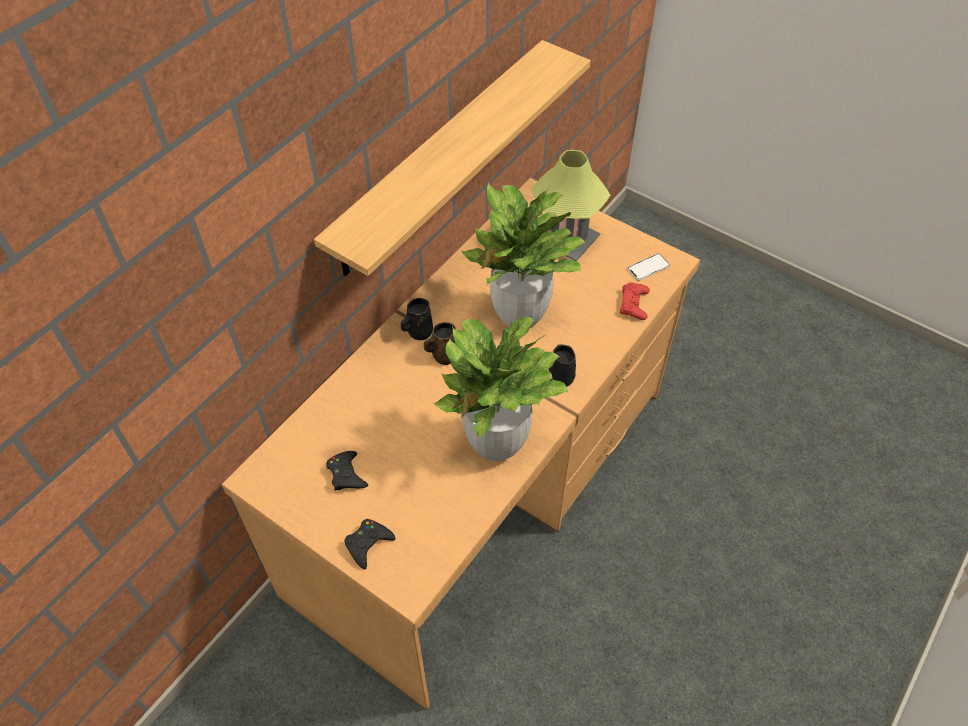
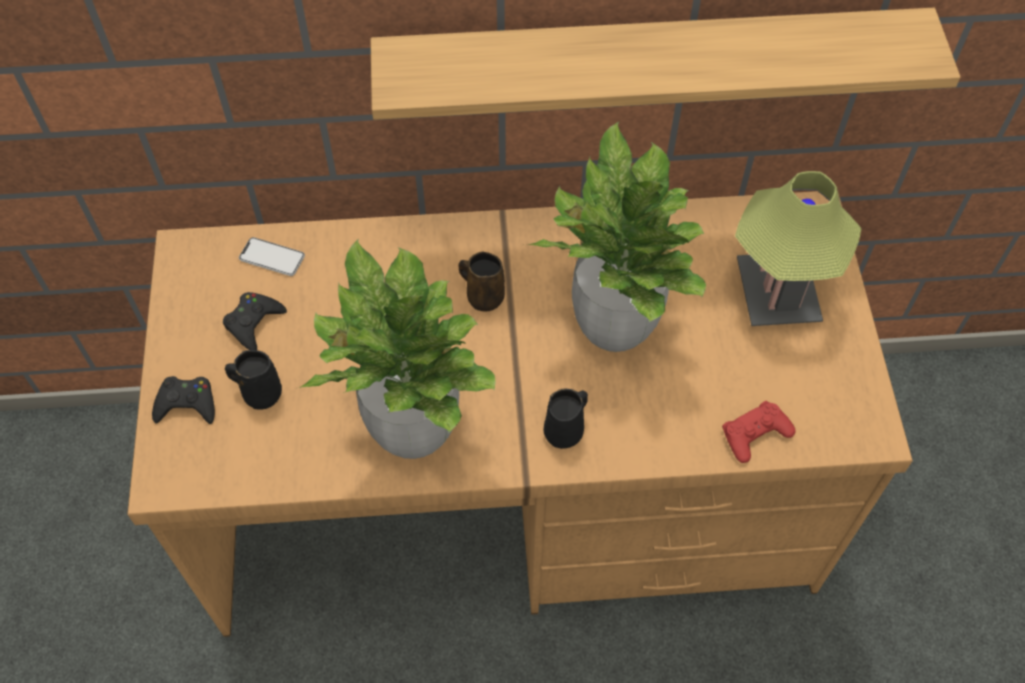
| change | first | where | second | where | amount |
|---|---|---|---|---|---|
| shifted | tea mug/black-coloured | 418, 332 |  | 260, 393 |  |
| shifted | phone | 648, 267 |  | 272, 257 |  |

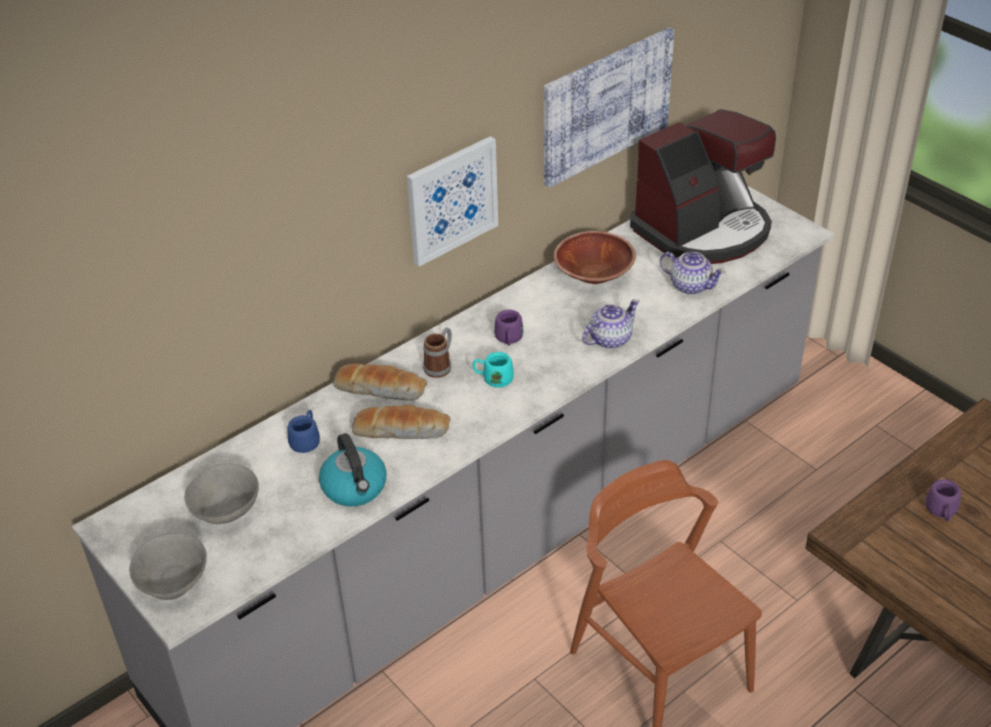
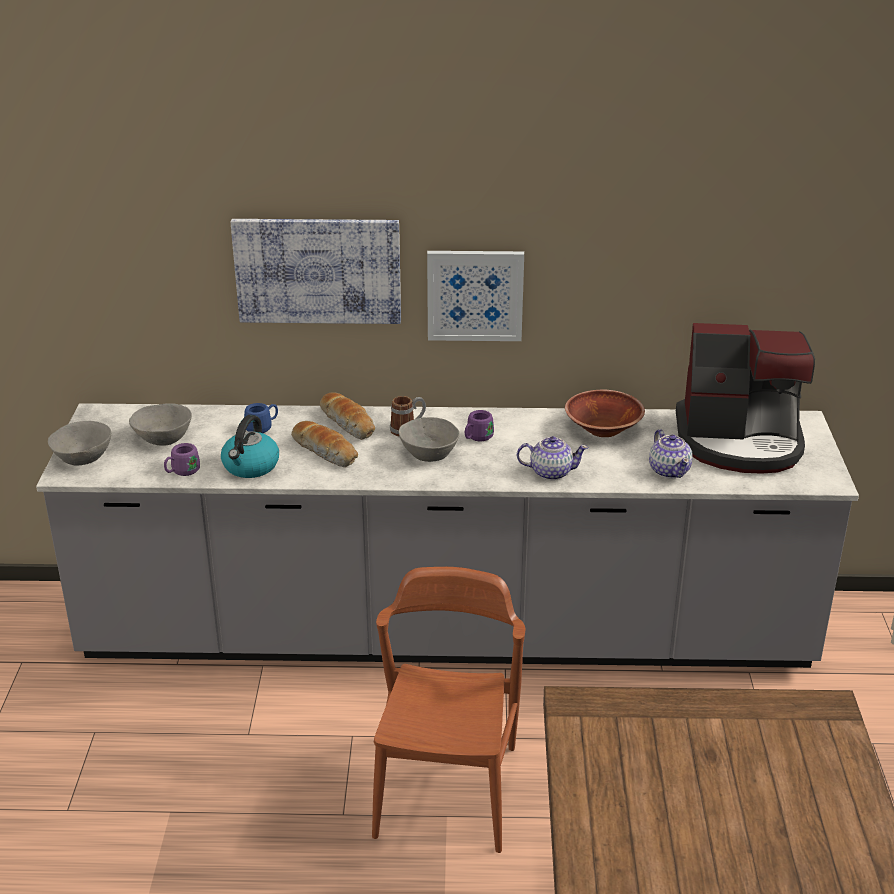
| change | first | where | second | where | amount |
|---|---|---|---|---|---|
| shifted | tea mug/purplish | 941, 512 |  | 182, 472 |  |
| shifted | wall art | 606, 105 |  | 318, 270 |  |
| swapped | tea mug/turquoise | 493, 379 | serving bowl/greyish | 430, 454 |  |

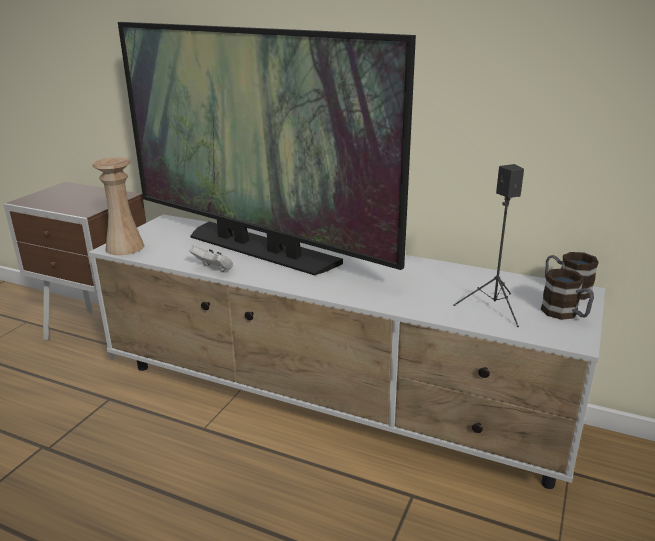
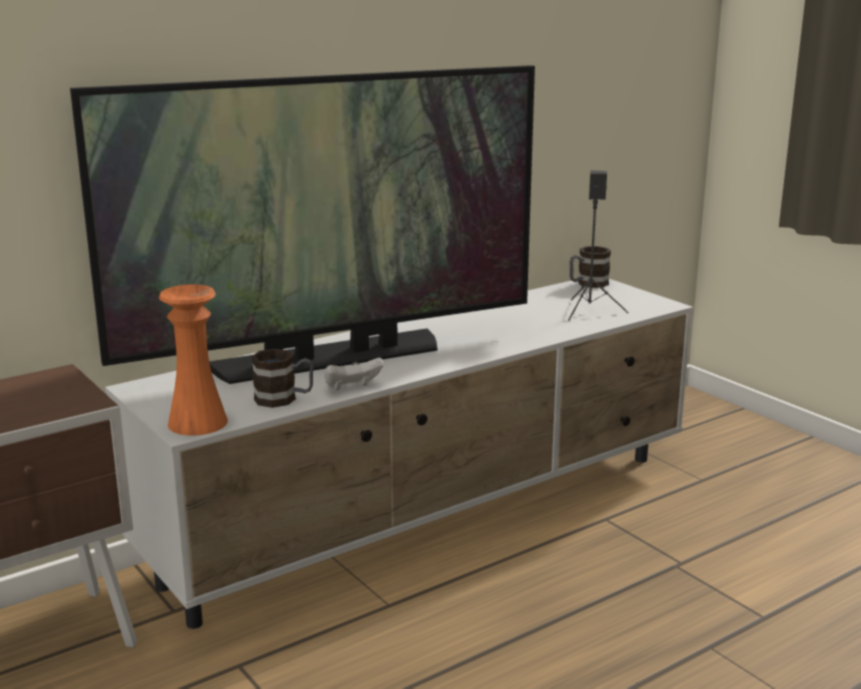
| change | first | where | second | where | amount |
|---|---|---|---|---|---|
| repainted | decorative vase/beige-coloured | 125, 247 | decorative vase/orange | 197, 423 |  |
| shifted | tea mug | 565, 314 |  | 284, 399 |  |

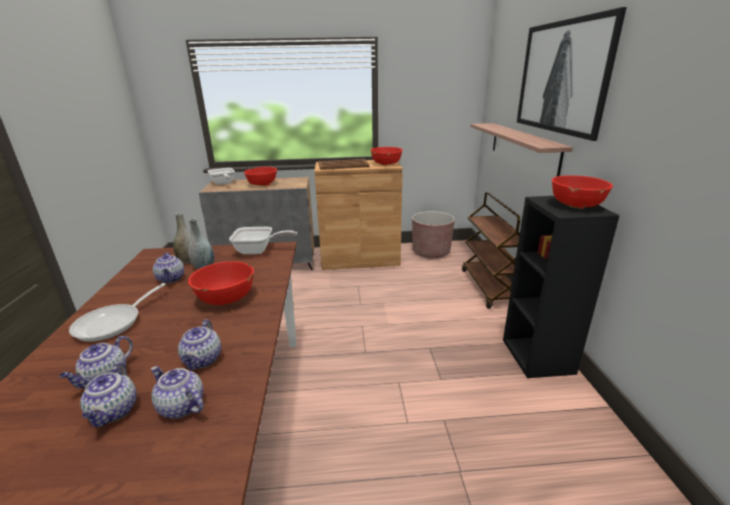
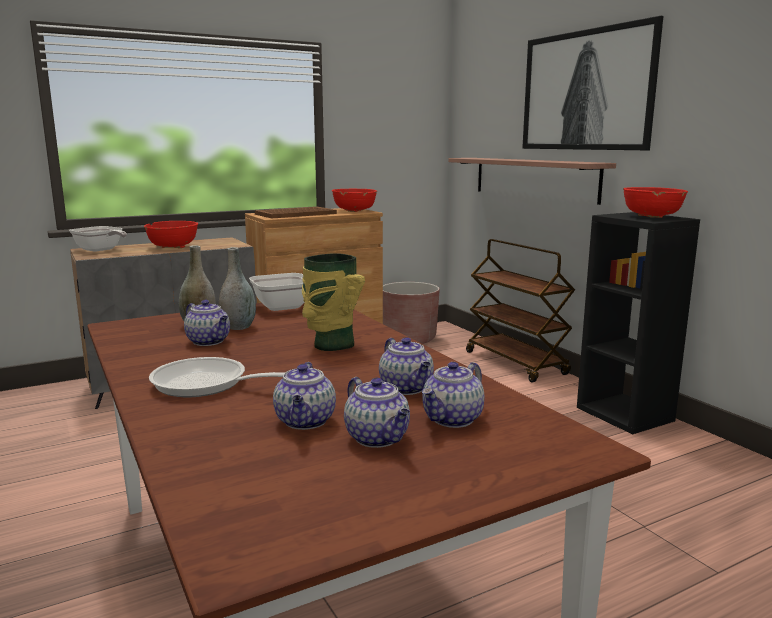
| change | first | where | second | where | amount |
|---|---|---|---|---|---|
| rotated | frying pan | 113, 323 |  | 207, 384 | 105 degrees clockwise |
| swapped | serving bowl/red | 226, 298 | decorative vase | 331, 345 |  |
| rotated | tea pot | 181, 406 |  | 453, 419 | 60 degrees counterclockwise |

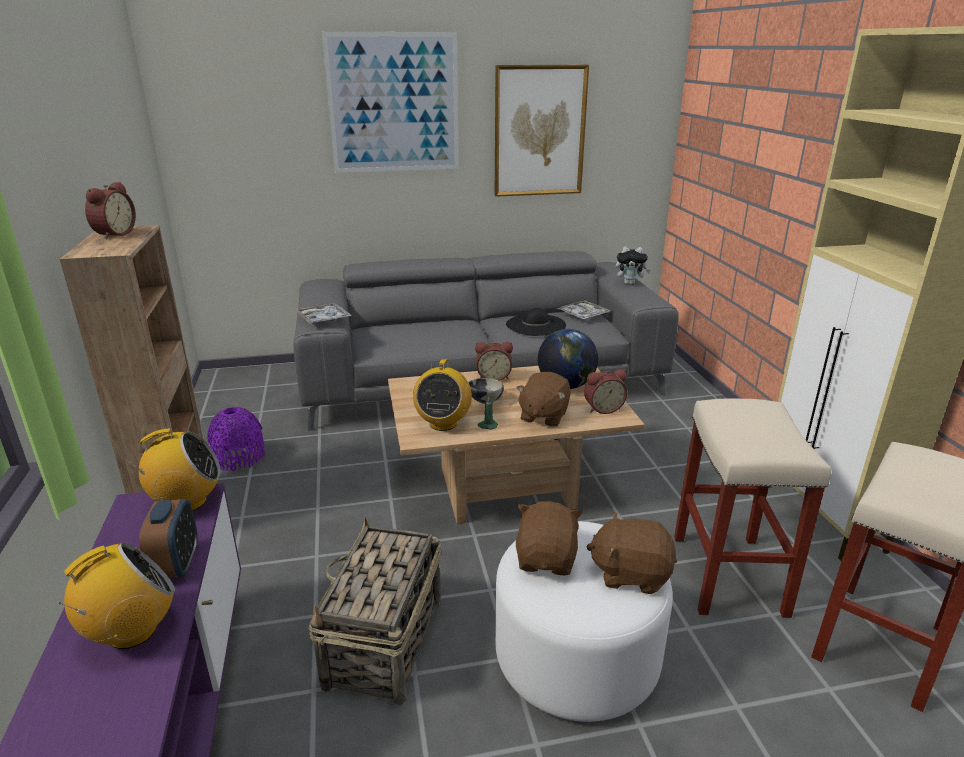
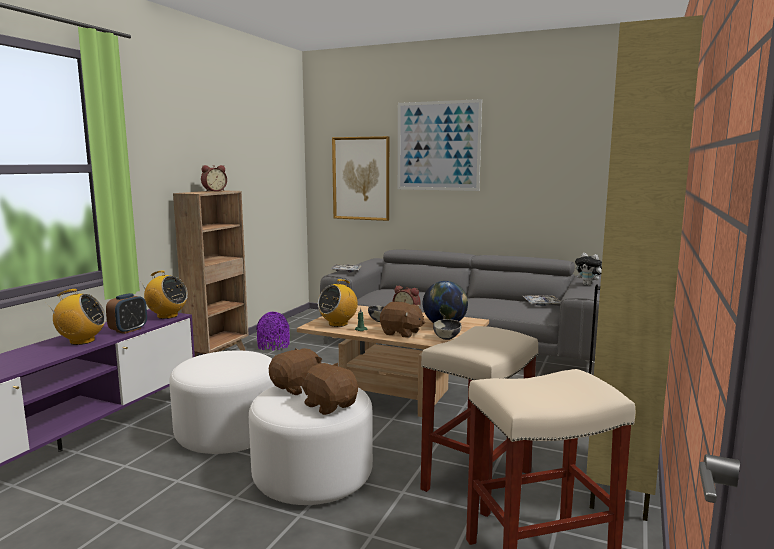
| change | first | where | second | where | amount |
|---|---|---|---|---|---|
| swapped | storage basket | 384, 643 | ottoman/white | 228, 432 |  |
| shifted | wall art | 539, 131 |  | 361, 178 |  |
| rotated | cuddly toy/brown-coloured | 543, 416 |  | 401, 333 | 120 degrees counterclockwise |
| swapped | table clock | 602, 408 | serving bowl | 447, 338 |  |
| gone | wearable hat/black-coloured | 535, 325 |  |  |  |

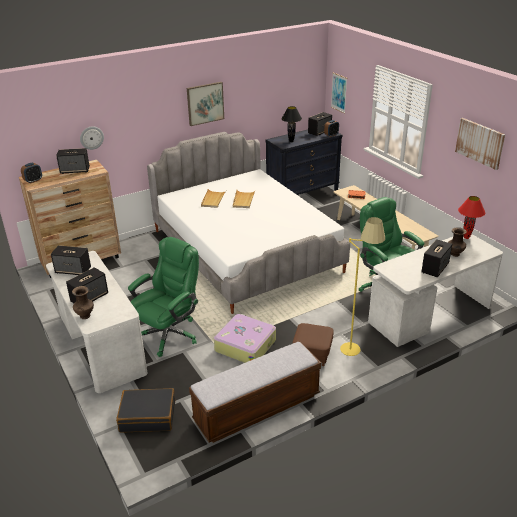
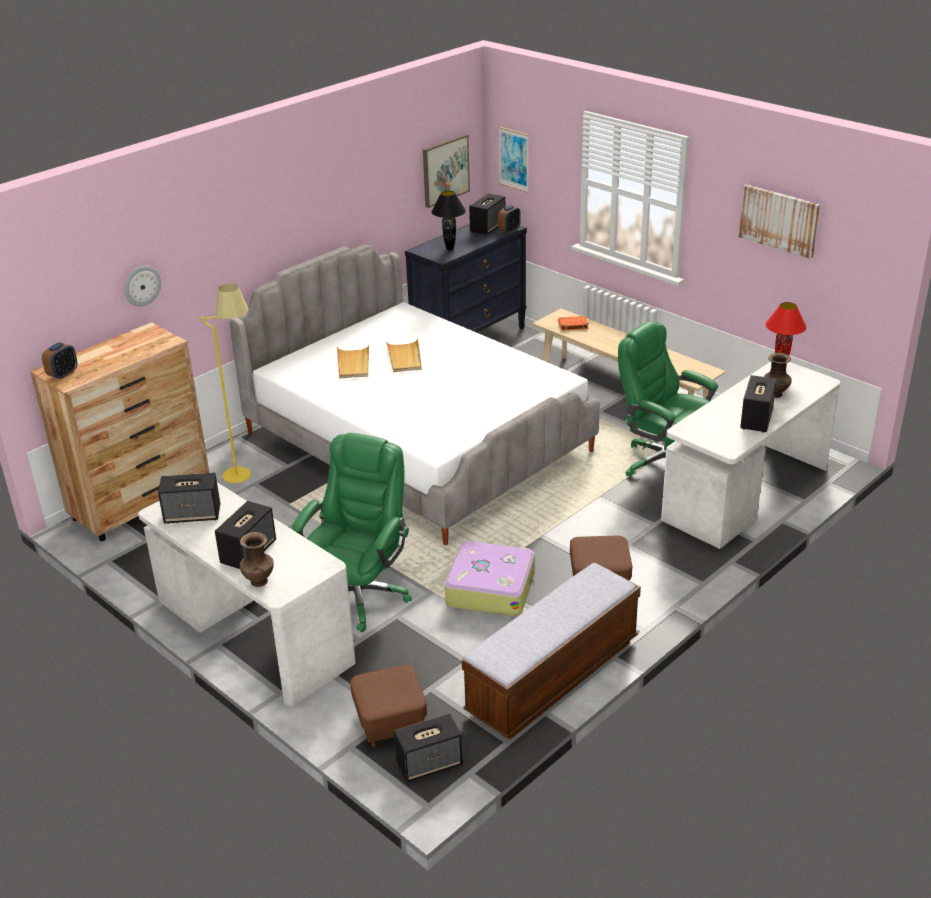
| change | first | where | second | where | amount |
|---|---|---|---|---|---|
| shifted | floor lamp/yellow | 356, 345 |  | 245, 468 |  |
| swapped | suitcase/black-coloured | 148, 416 | ottoman/brown-coloured | 390, 723 |  |
| shifted | speaker | 75, 170 |  | 430, 763 |  |
| shifted | wall art | 205, 103 |  | 445, 170 |  |

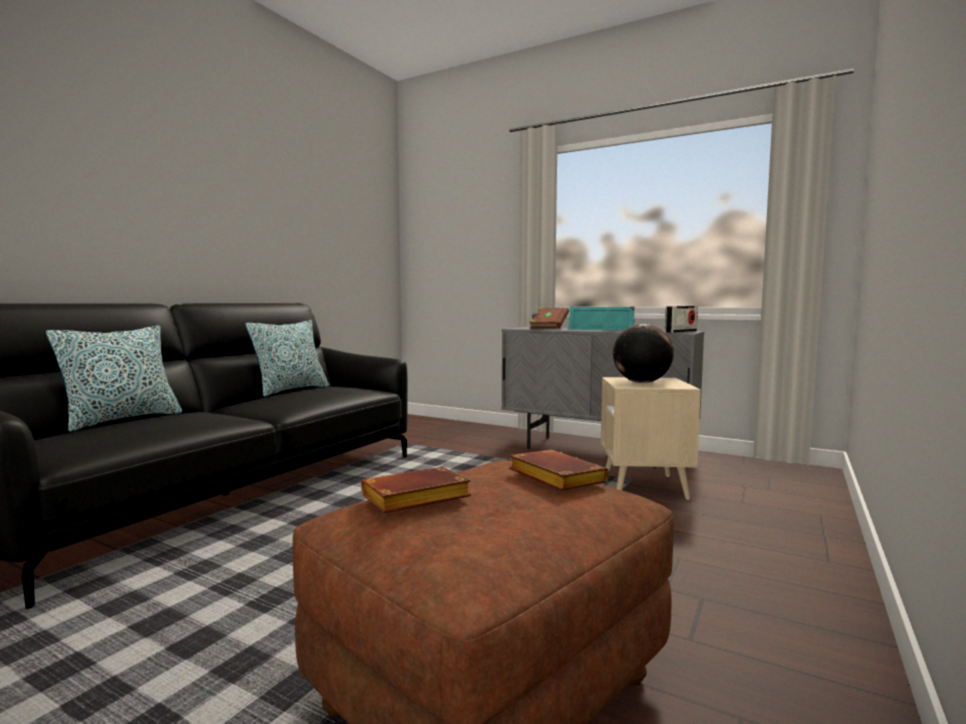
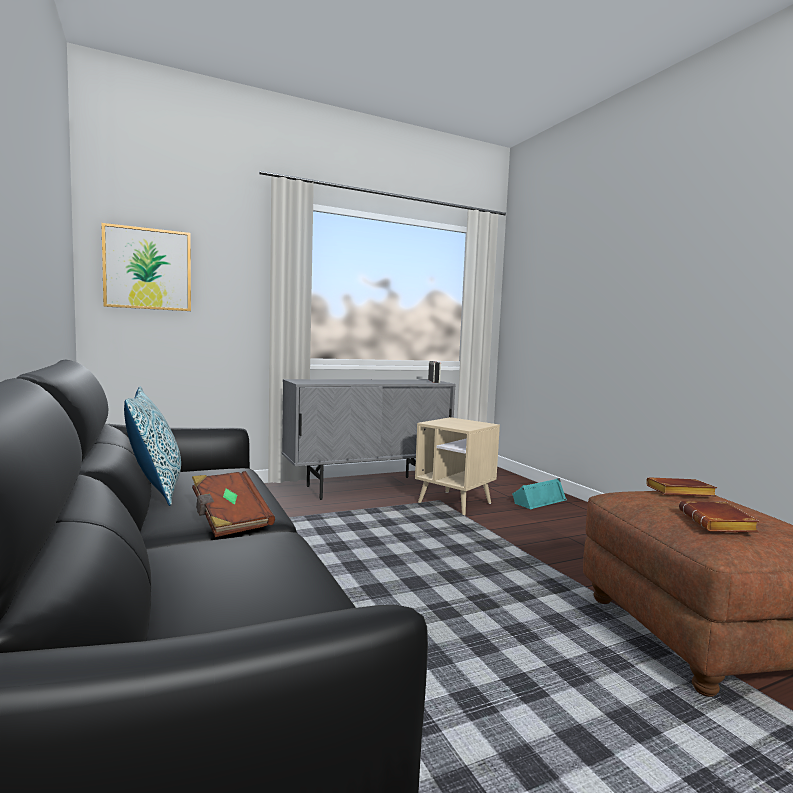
| change | first | where | second | where | amount |
|---|---|---|---|---|---|
| new |  |  | wall art | 148, 269 |  |
| shifted | volume/brown-coloured | 548, 328 |  | 229, 520 |  |
| shifted | speaker/turquoise | 601, 329 |  | 538, 501 |  |
| gone | throw pillow | 122, 420 |  |  |  |
| gone | desk globe | 641, 382 |  |  |  |

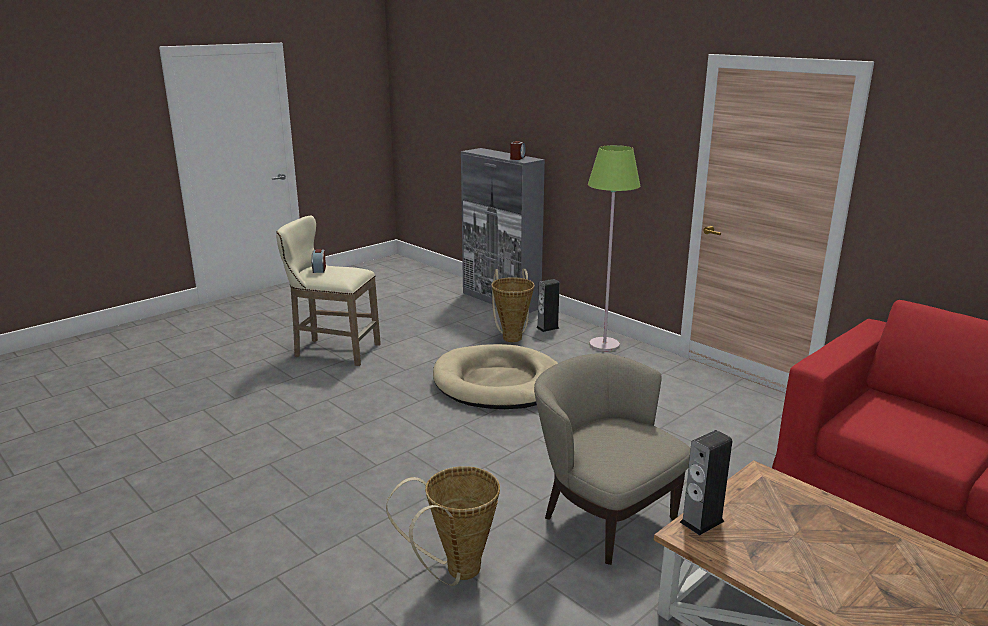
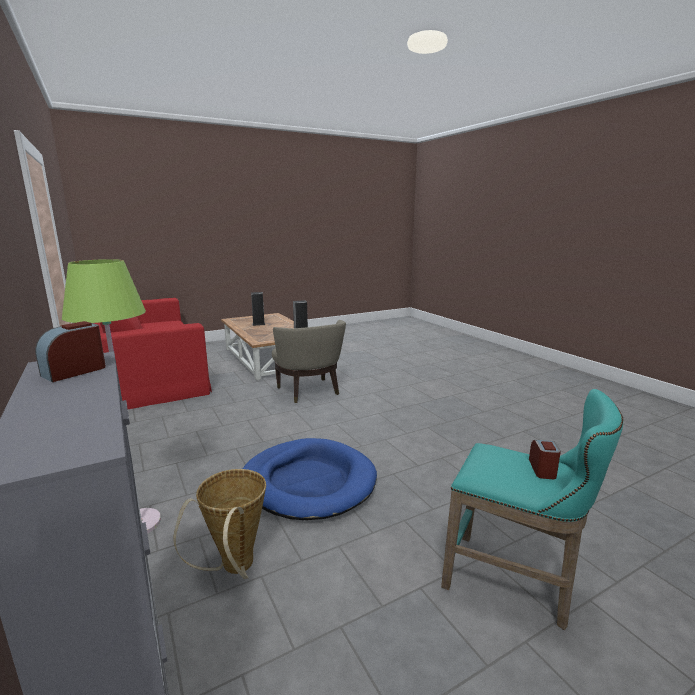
| change | first | where | second | where | amount |
|---|---|---|---|---|---|
| repainted | dog cushion/beige-coloured | 499, 383 | dog cushion/blue-coloured | 308, 482 |  |
| shifted | speaker | 547, 328 |  | 258, 324 |  |
| repainted | stool seat/beige-coloured | 332, 351 | stool seat/turquoise | 515, 584 |  |
| gone | storage basket | 455, 572 |  |  |  |

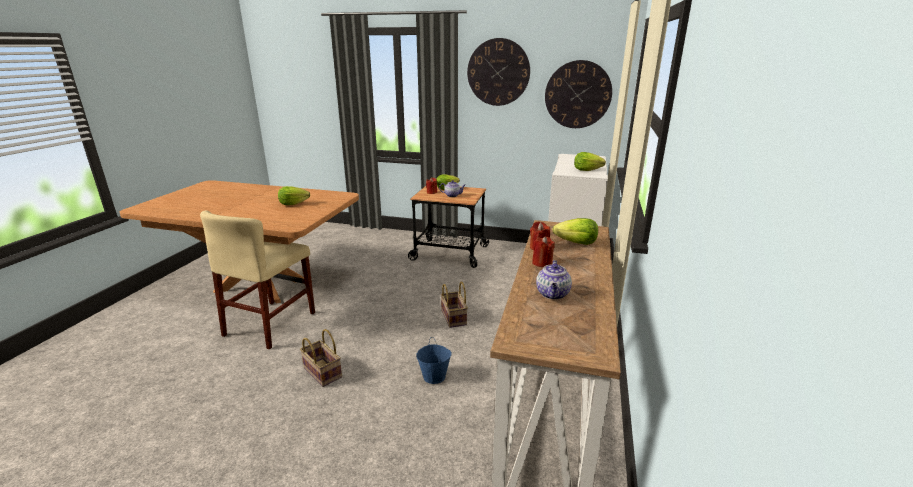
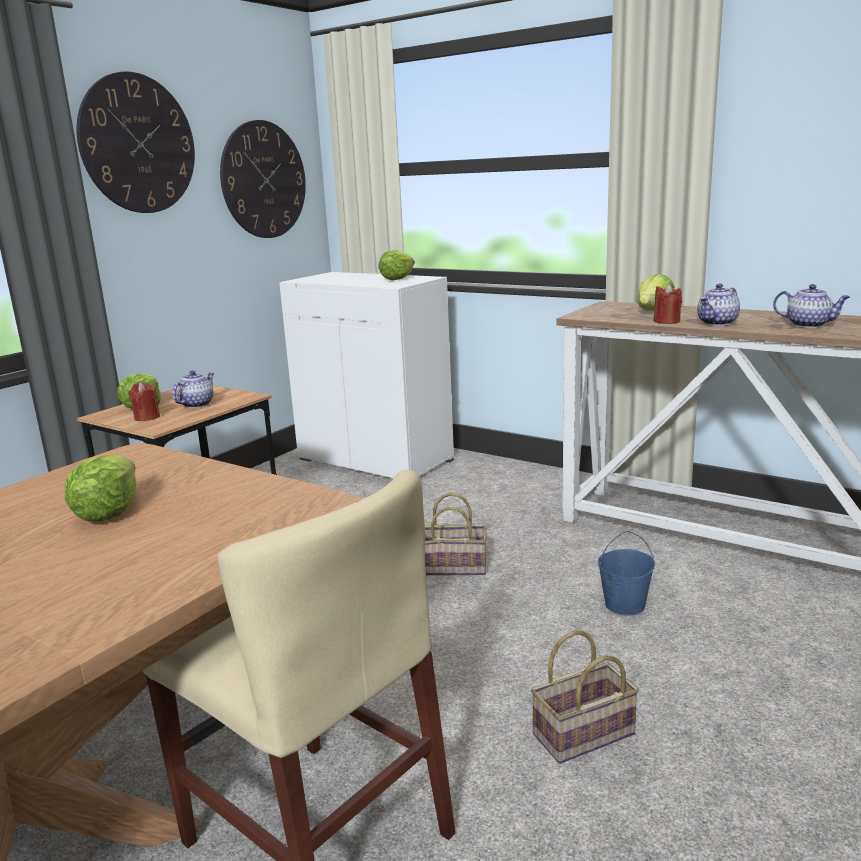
| change | first | where | second | where | amount |
|---|---|---|---|---|---|
| swapped | wax candle/red | 542, 263 | tea pot | 717, 323 |  |

